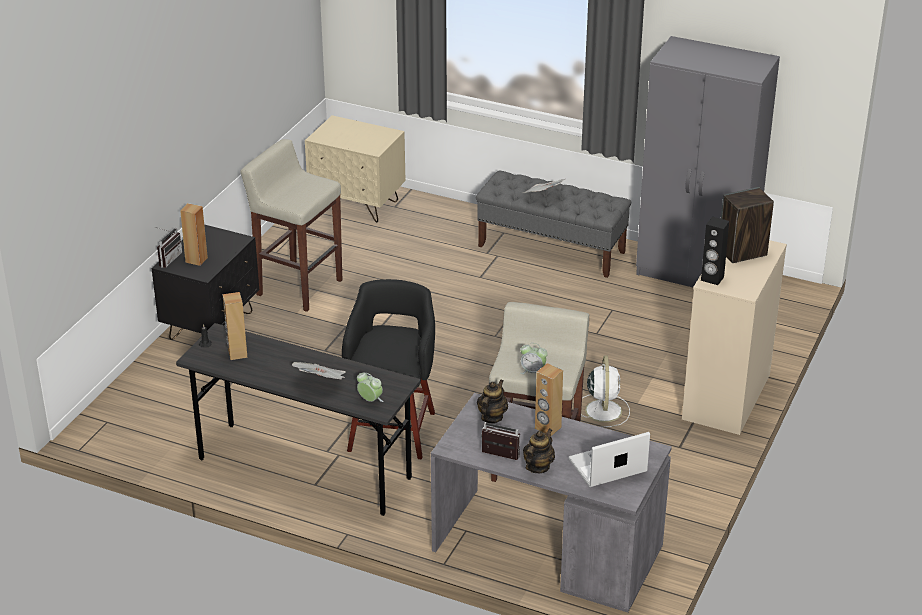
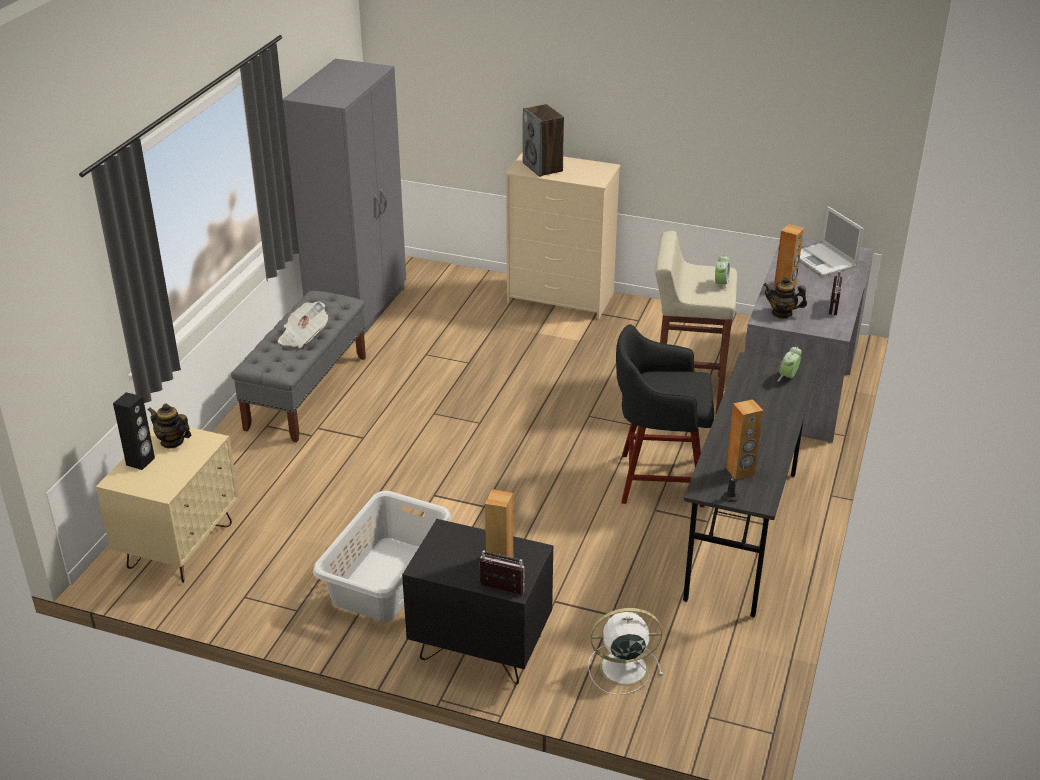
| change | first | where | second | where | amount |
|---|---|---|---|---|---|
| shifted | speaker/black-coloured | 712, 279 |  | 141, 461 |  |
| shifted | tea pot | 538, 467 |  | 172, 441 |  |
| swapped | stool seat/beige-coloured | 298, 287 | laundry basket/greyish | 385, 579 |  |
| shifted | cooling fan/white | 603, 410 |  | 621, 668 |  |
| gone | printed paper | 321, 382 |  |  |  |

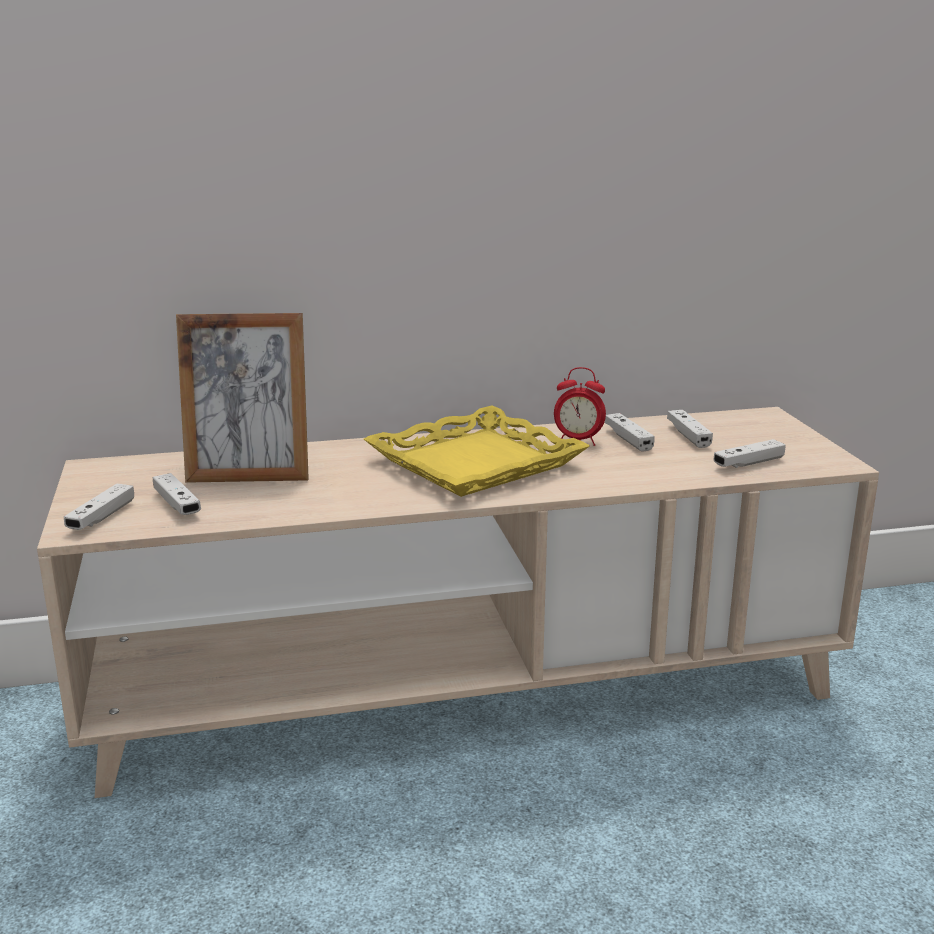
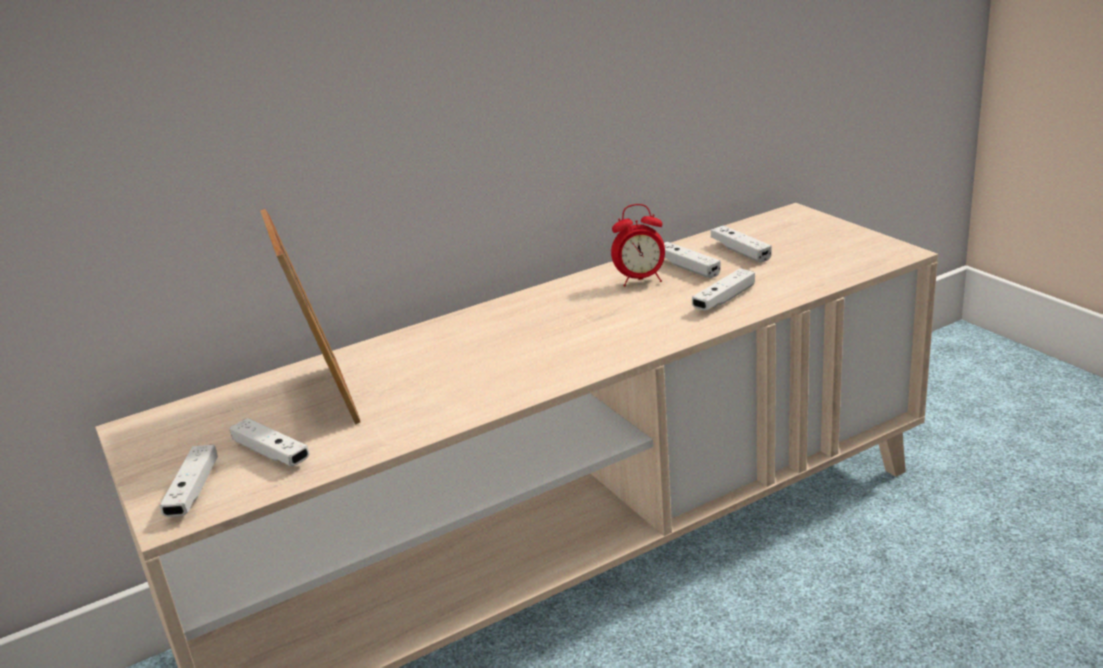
| change | first | where | second | where | amount |
|---|---|---|---|---|---|
| rotated | picture frame | 249, 475 |  | 327, 397 | 90 degrees counterclockwise |
| shifted | joypad/white | 748, 463 |  | 724, 299 |  |
| gone | carrying tray/yellow | 476, 463 |  |  |  |

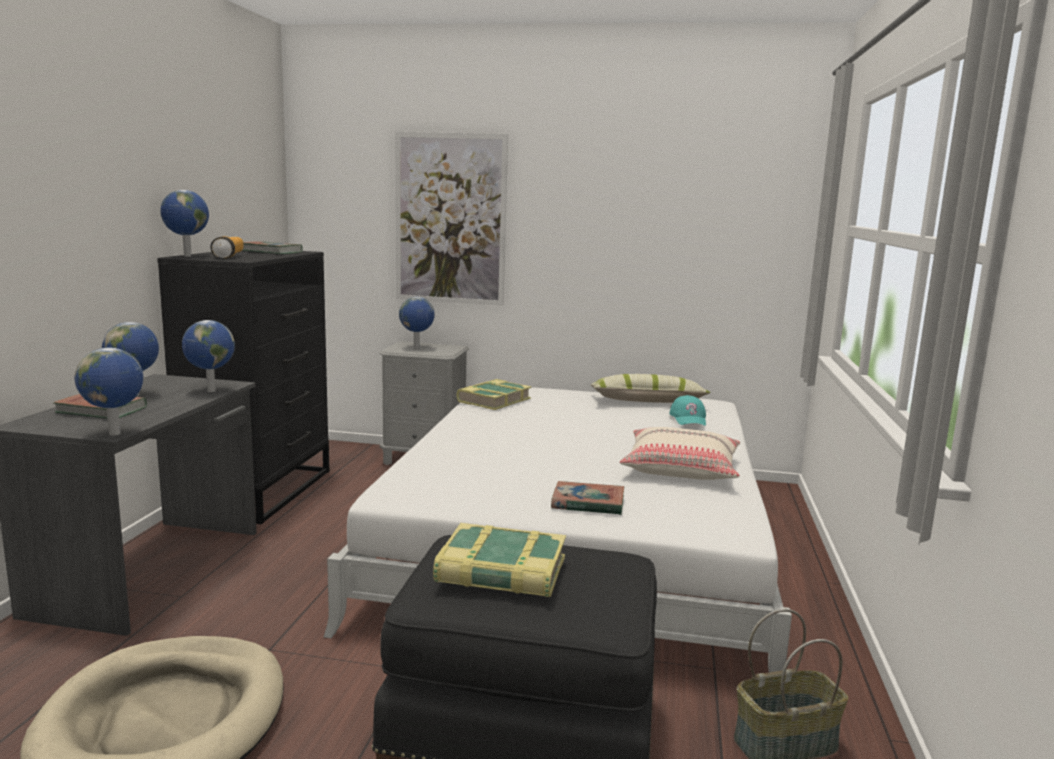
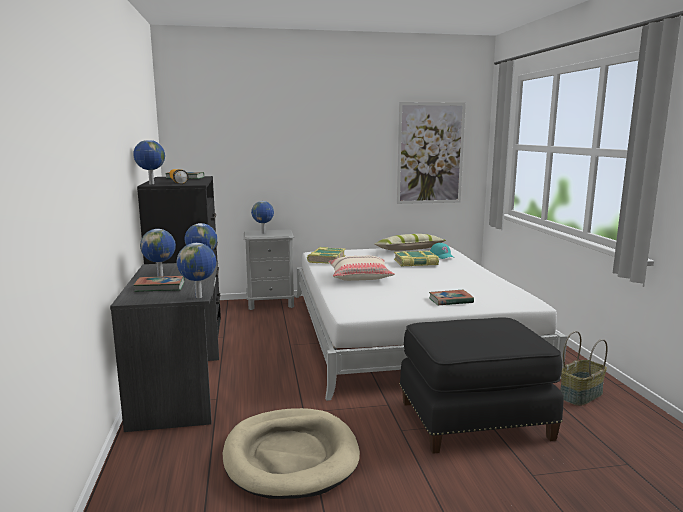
| change | first | where | second | where | amount |
|---|---|---|---|---|---|
| shifted | throw pillow/beige-coloured | 681, 468 |  | 360, 276 |  |
| shifted | volume | 501, 572 |  | 415, 263 |  |
| shifted | wall art | 450, 219 |  | 430, 153 |  |

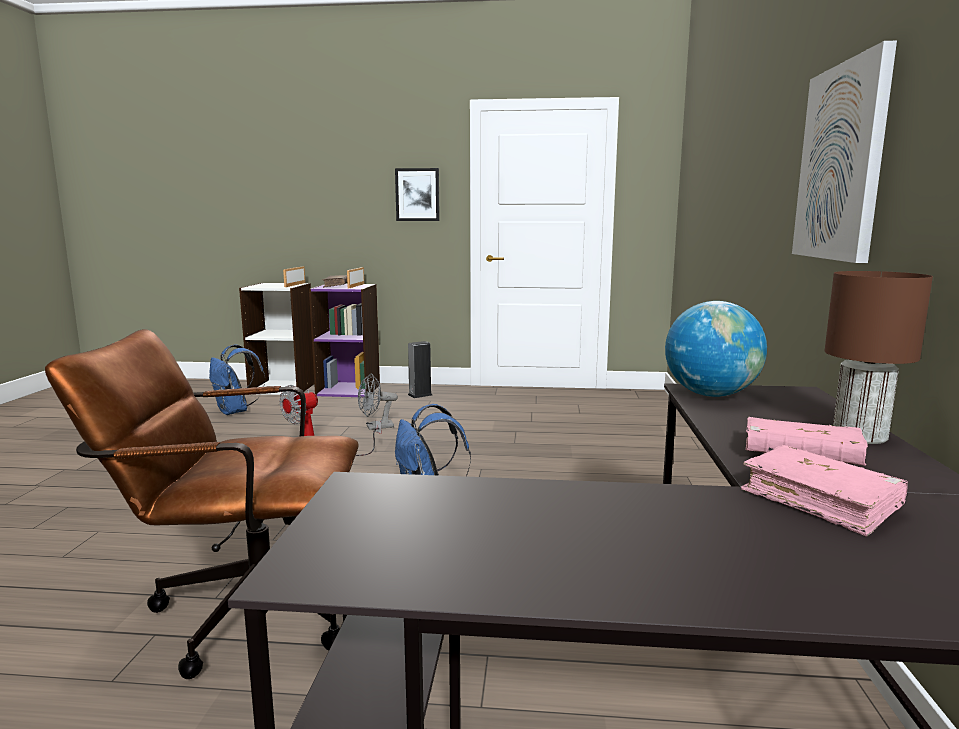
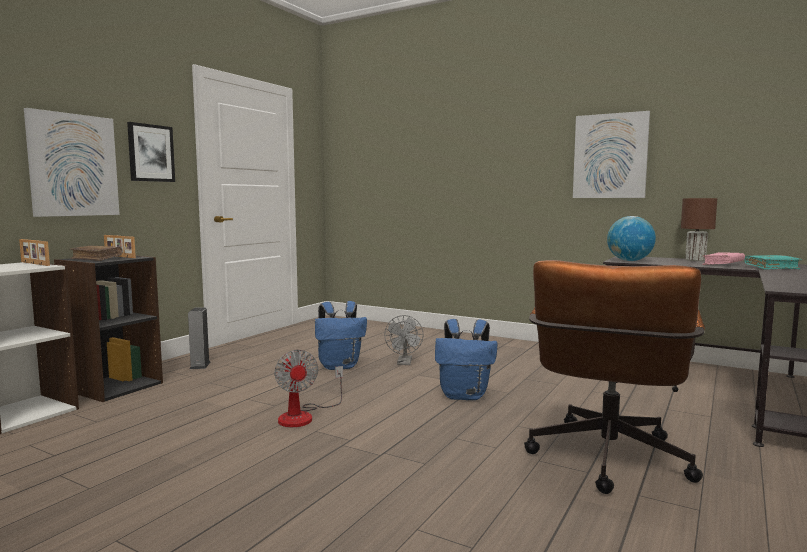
| change | first | where | second | where | amount |
|---|---|---|---|---|---|
| new |  |  | wall art | 73, 165 |  |
| repainted | shelving unit/purplish | 349, 390 | shelving unit/black-coloured | 114, 386 |  |
| shifted | rucksack/blue-coloured | 235, 411 |  | 340, 366 |  |
| shifted | cooling fan/greyish | 375, 427 |  | 404, 363 |  |
| repainted | volume/pink | 820, 501 | volume/turquoise | 771, 268 |  |

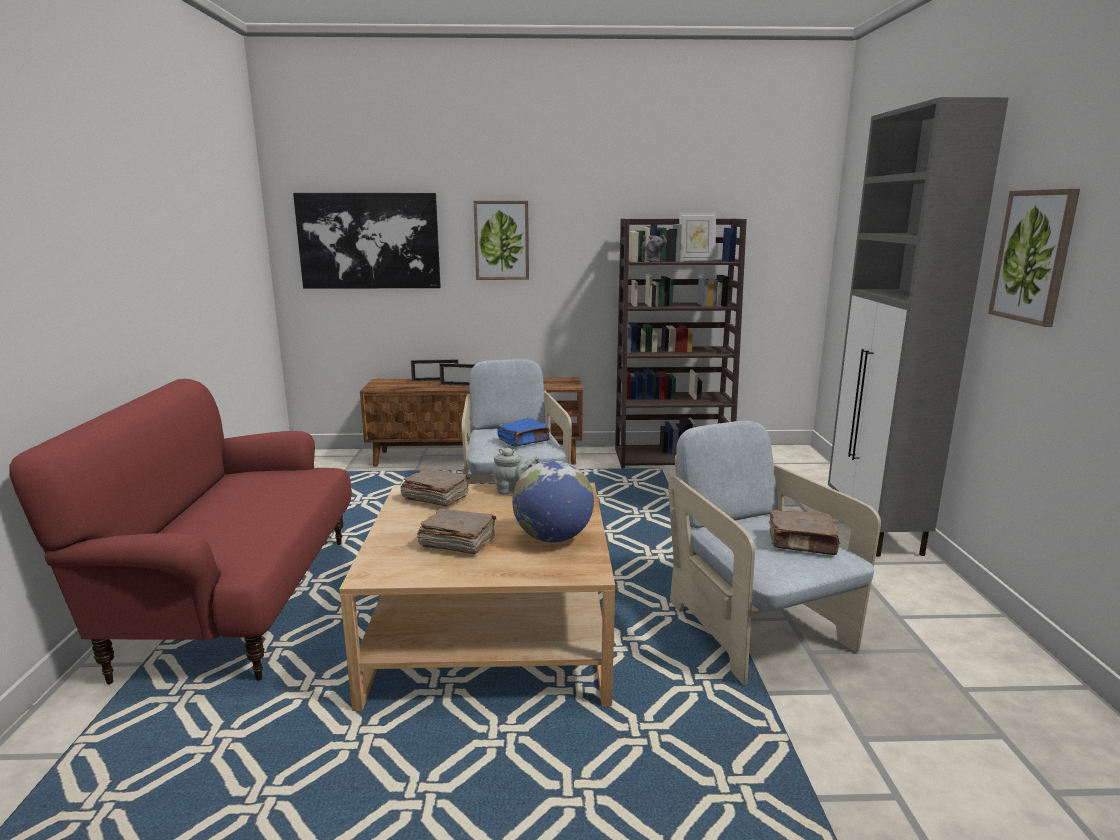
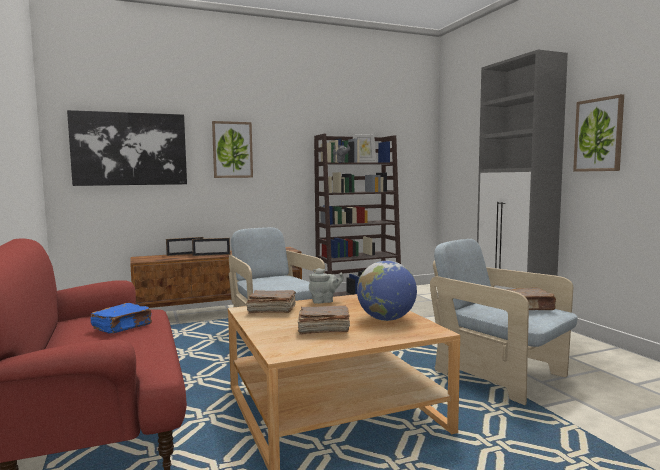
| change | first | where | second | where | amount |
|---|---|---|---|---|---|
| shifted | volume/blue-coloured | 524, 441 |  | 123, 327 |  |

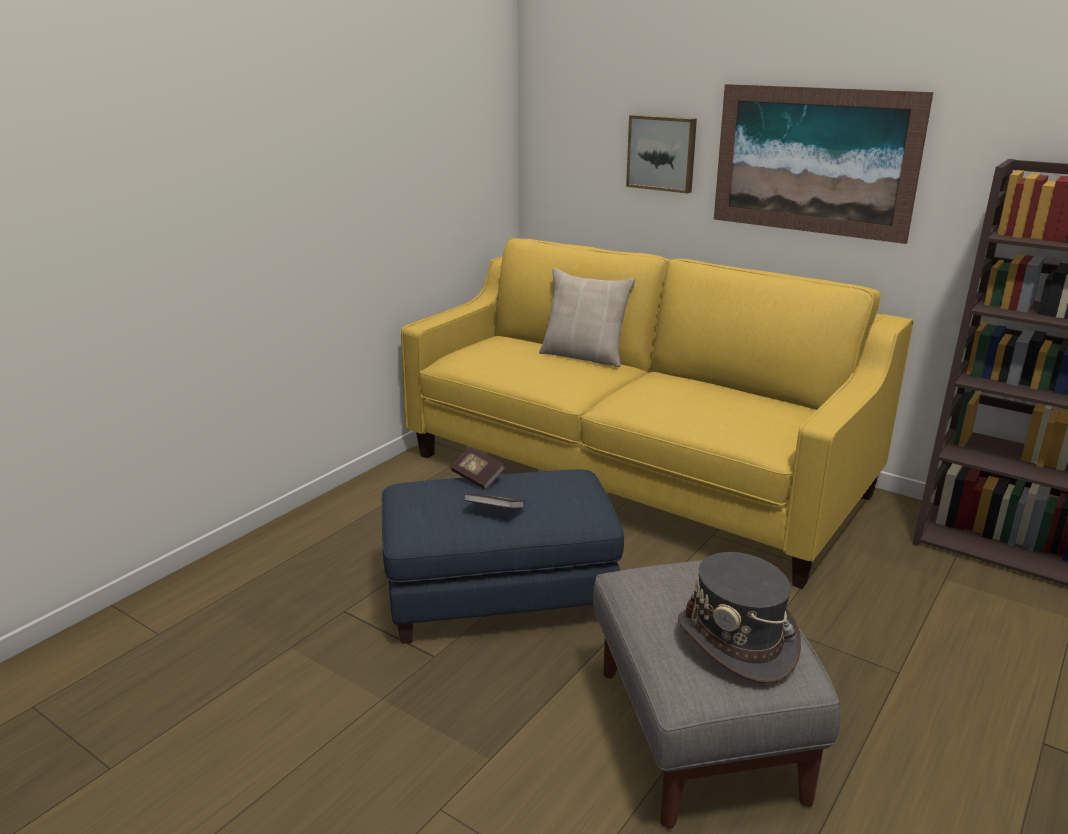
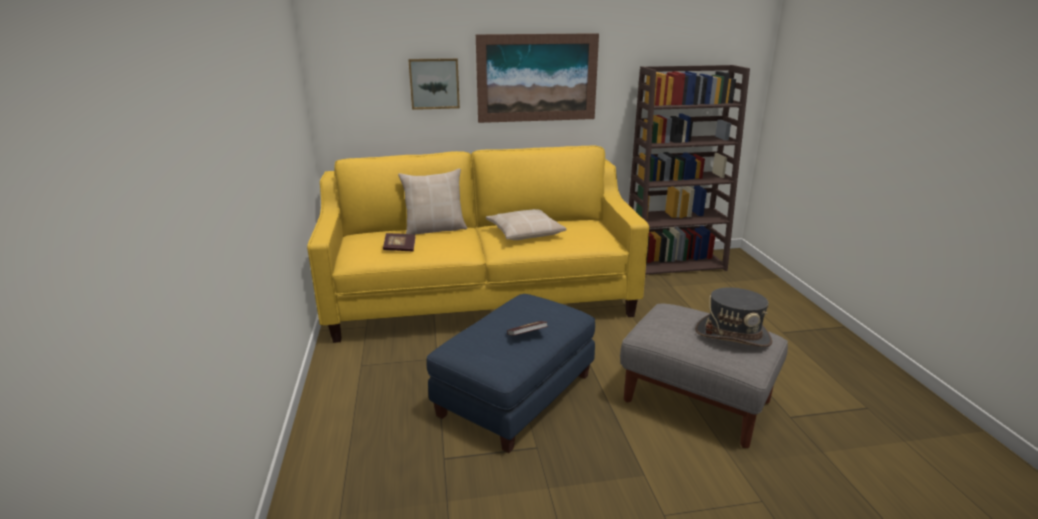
| change | first | where | second | where | amount |
|---|---|---|---|---|---|
| shifted | volume | 477, 477 |  | 400, 248 |  |
| new |  |  | throw pillow/beige-coloured | 525, 232 |  |

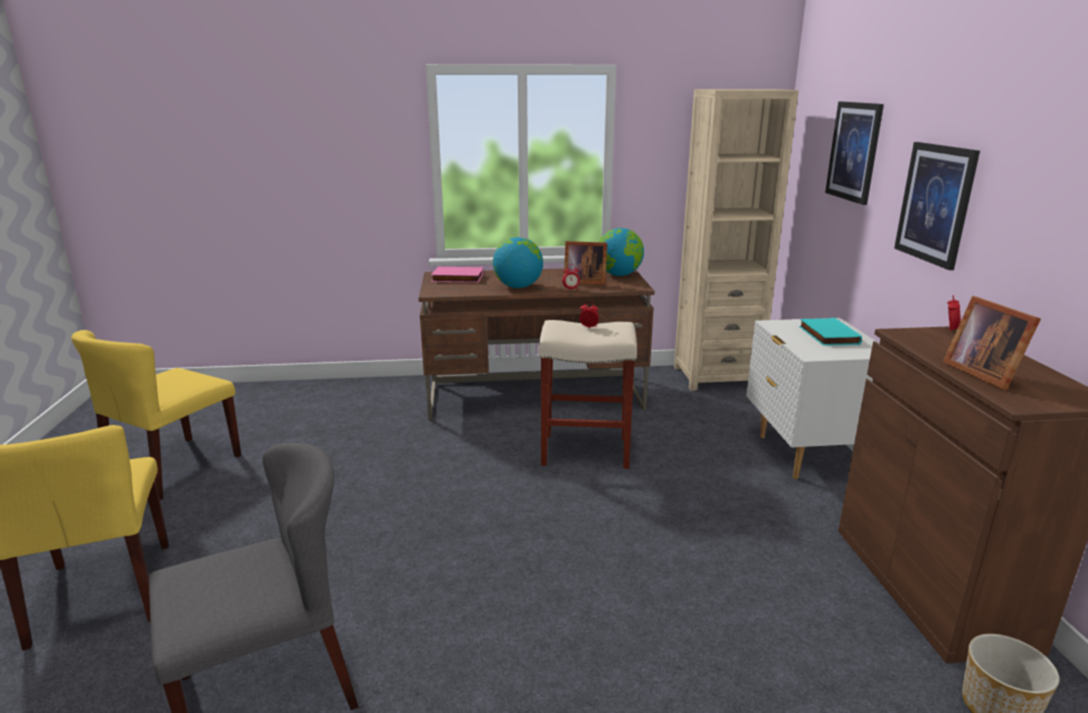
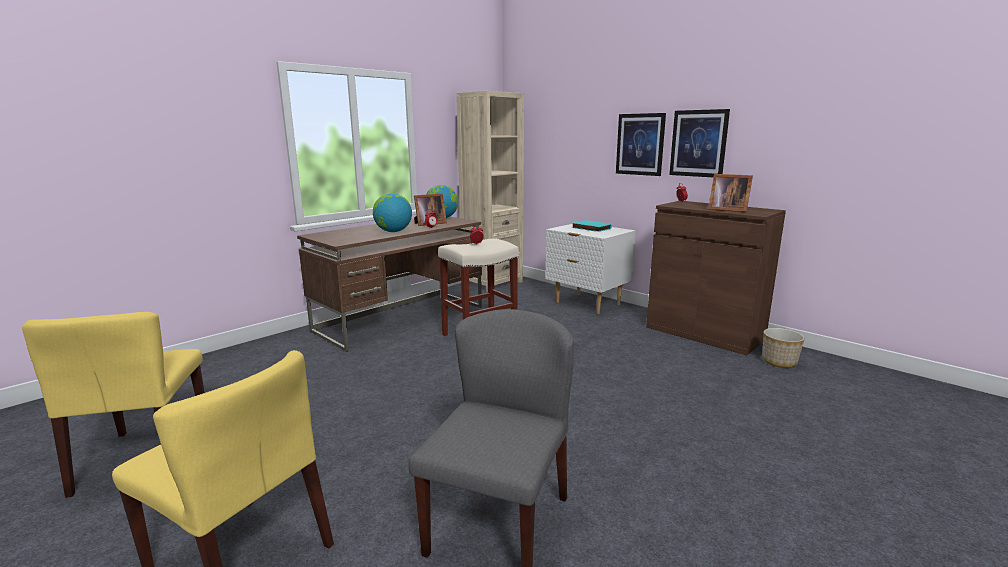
| change | first | where | second | where | amount |
|---|---|---|---|---|---|
| shifted | wall art | 854, 151 |  | 698, 143 |  |
| gone | volume/pink | 457, 278 |  |  |  |

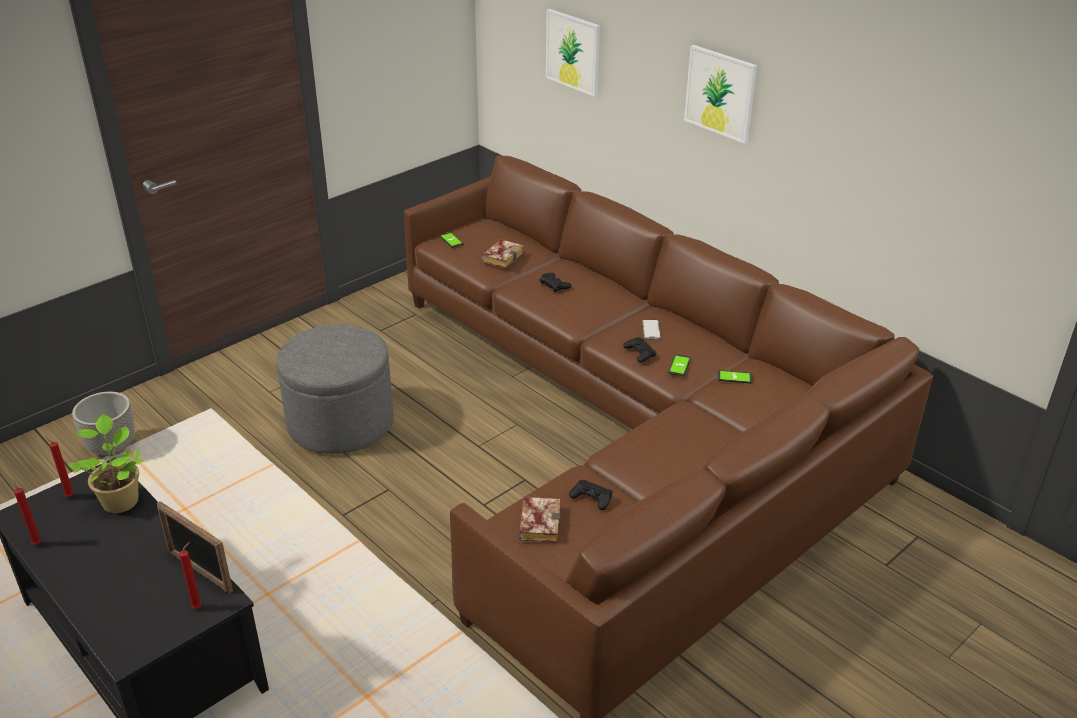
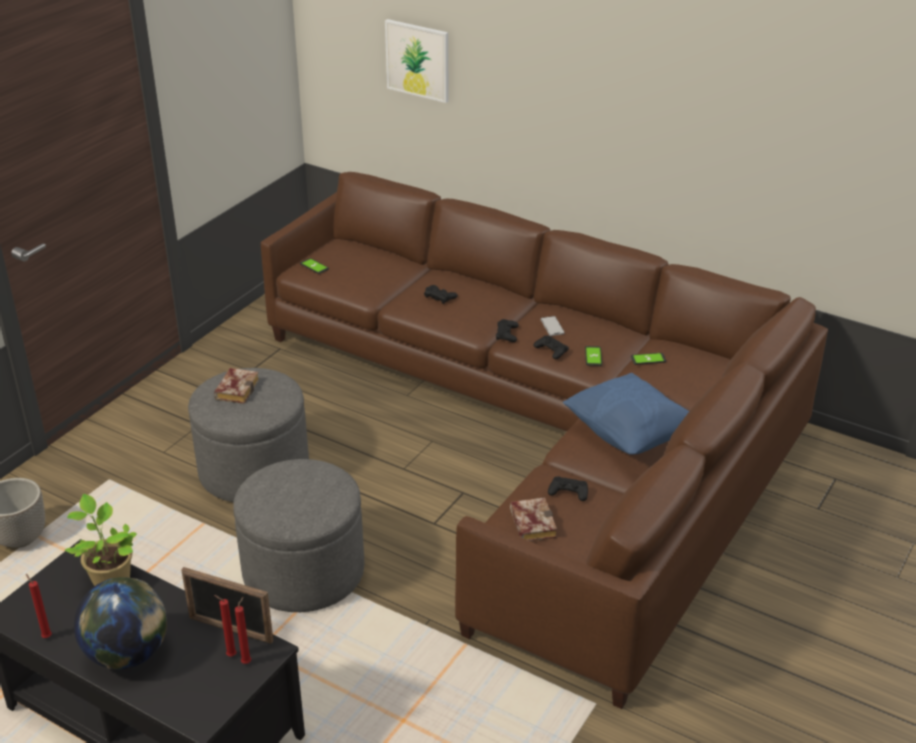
| change | first | where | second | where | amount |
|---|---|---|---|---|---|
| new |  |  | desk globe | 128, 654 |  |
| shifted | volume | 502, 256 |  | 236, 388 |  |
| shifted | wax candle/red | 69, 496 |  | 230, 655 |  |
| new |  |  | ottoman/greyish | 303, 572 |  |
| new |  |  | joypad/black-coloured | 507, 334 |  |
| new |  |  | throw pillow/blue-coloured | 630, 435 |  |
| gone | wall art | 720, 93 |  |  |  |

